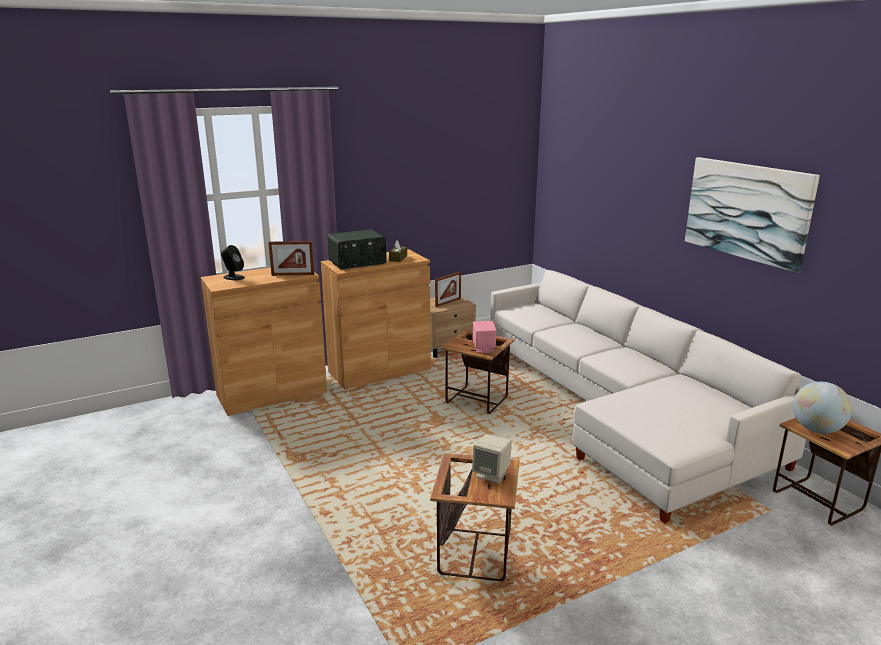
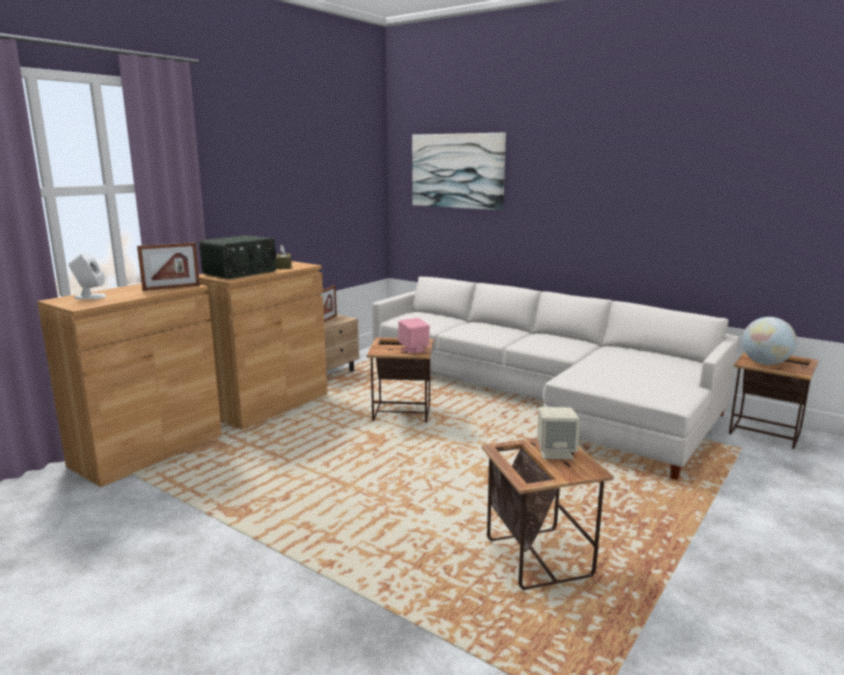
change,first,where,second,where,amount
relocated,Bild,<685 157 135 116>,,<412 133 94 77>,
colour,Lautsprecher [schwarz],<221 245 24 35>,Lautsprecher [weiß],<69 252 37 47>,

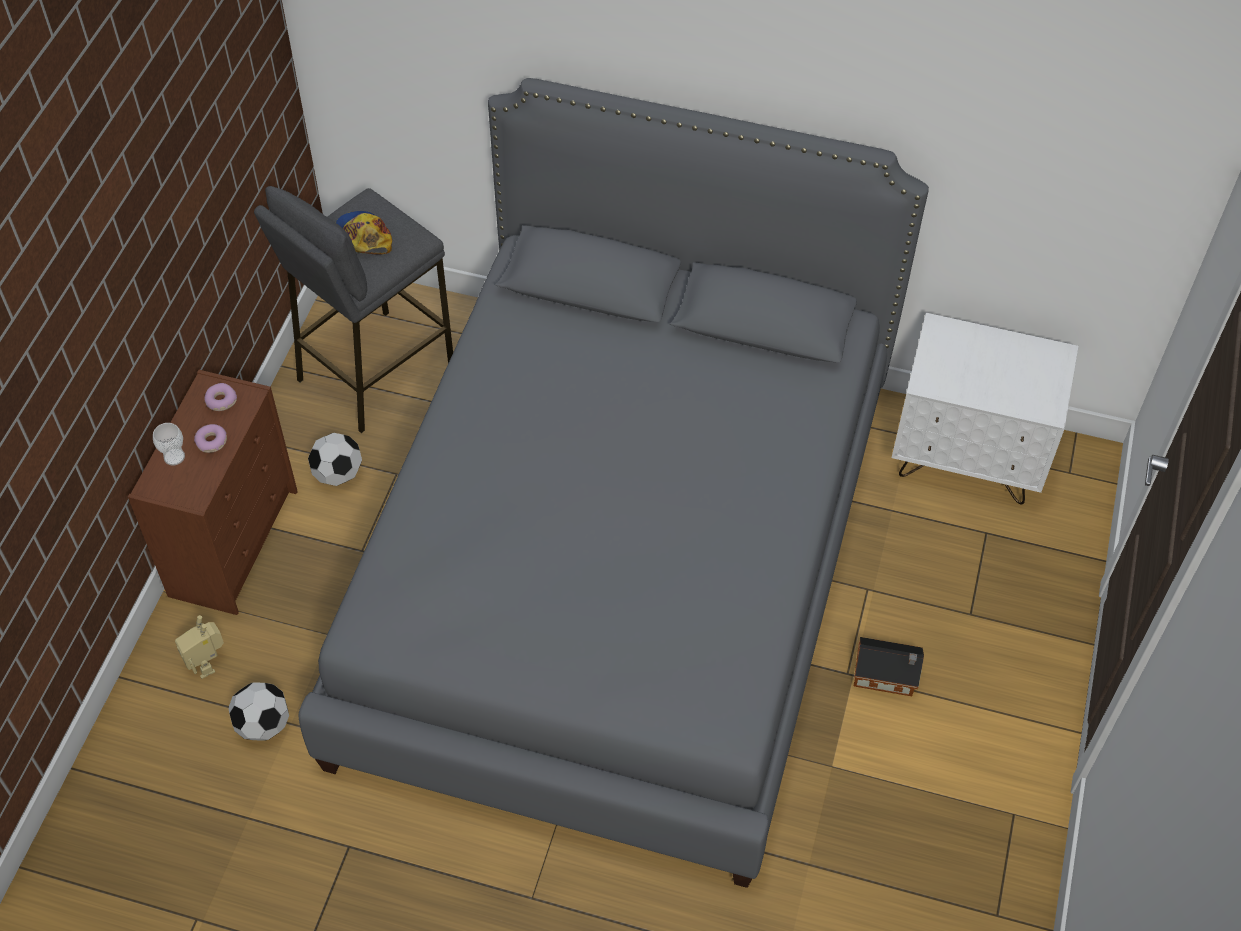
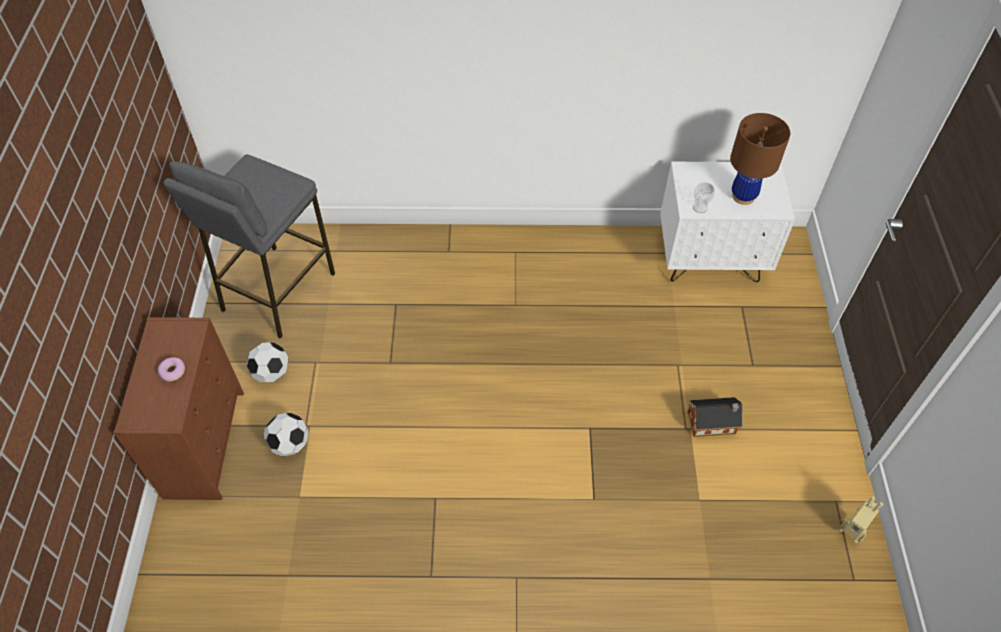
change,first,where,second,where,amount
missing,Bett [grau],<298 78 631 810>,,,
missing,Kappe,<336 211 56 44>,,,
missing,Donut,<204 383 33 28>,,,
relocated,Tasse,<153 423 32 43>,,<693 182 22 31>,
relocated,Spielzeugroboter,<175 615 49 64>,,<839 496 44 47>,
relocated,Fußball,<228 682 61 59>,,<264 413 45 43>,
appeared,,,Tischlampe [braun],<730 113 60 92>,

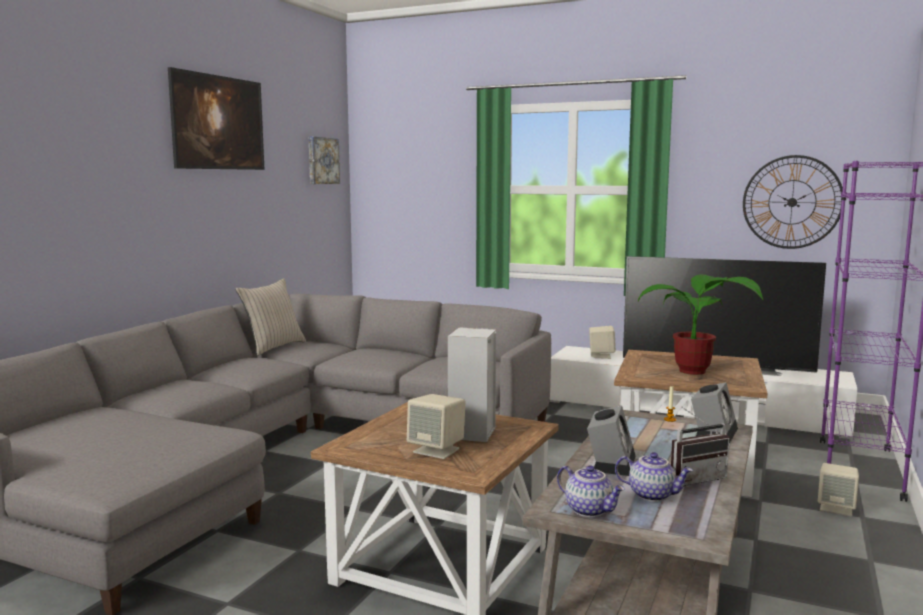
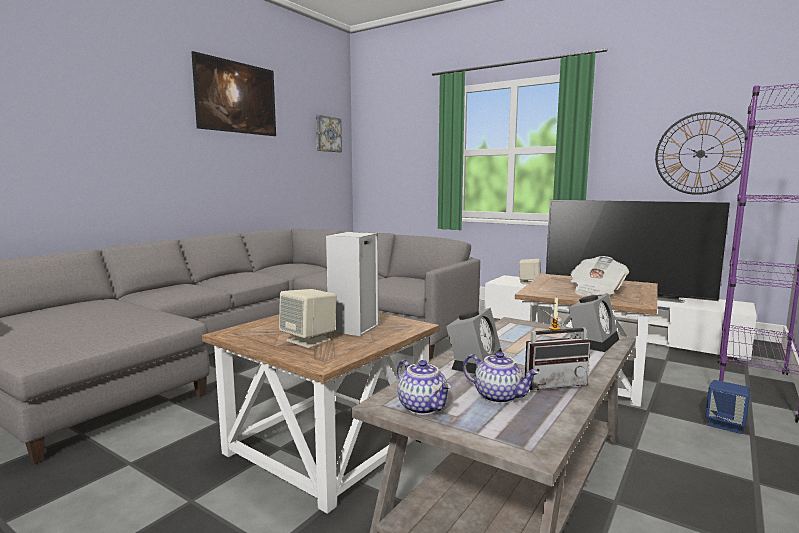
change,first,where,second,where,amount
exchanged,Topfpflanze,<638 275 125 100>,Zeitung,<571 256 58 40>,
missing,Kissen [beige],<235 278 71 78>,,,
colour,Lautsprecher [beige],<818 463 41 54>,Lautsprecher [blau],<705 380 45 54>,

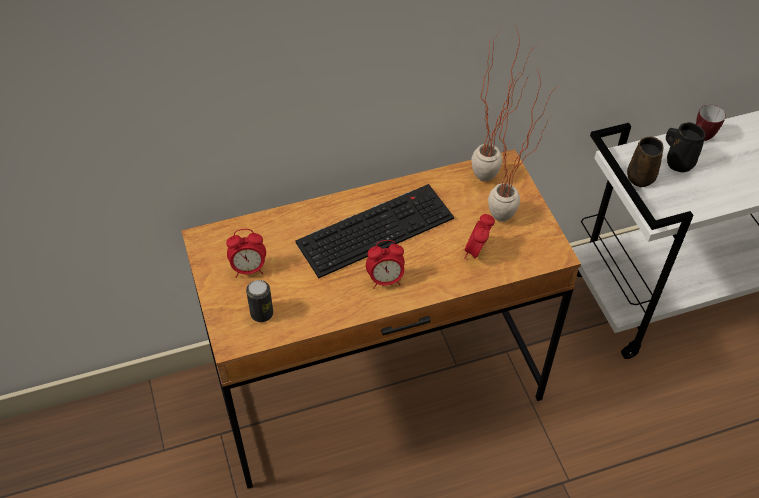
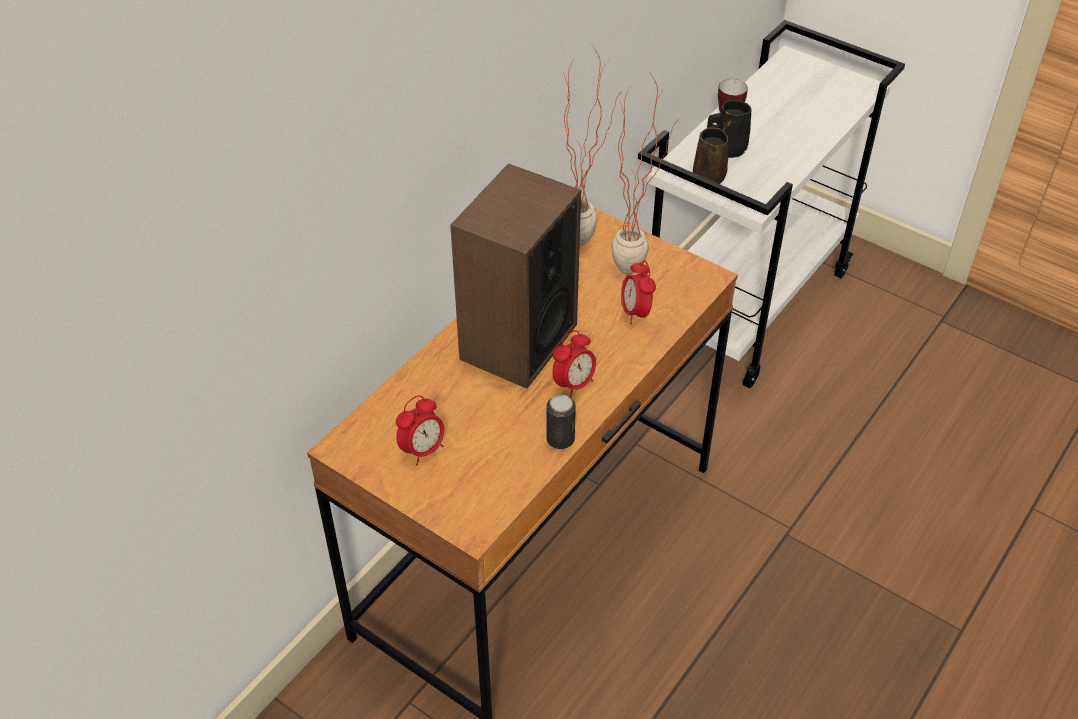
change,first,where,second,where,amount
exchanged,Tastatur,<295 184 159 94>,Lautsprecher,<450 163 131 226>,
relocated,Dose,<246 280 27 42>,,<546 394 30 55>,

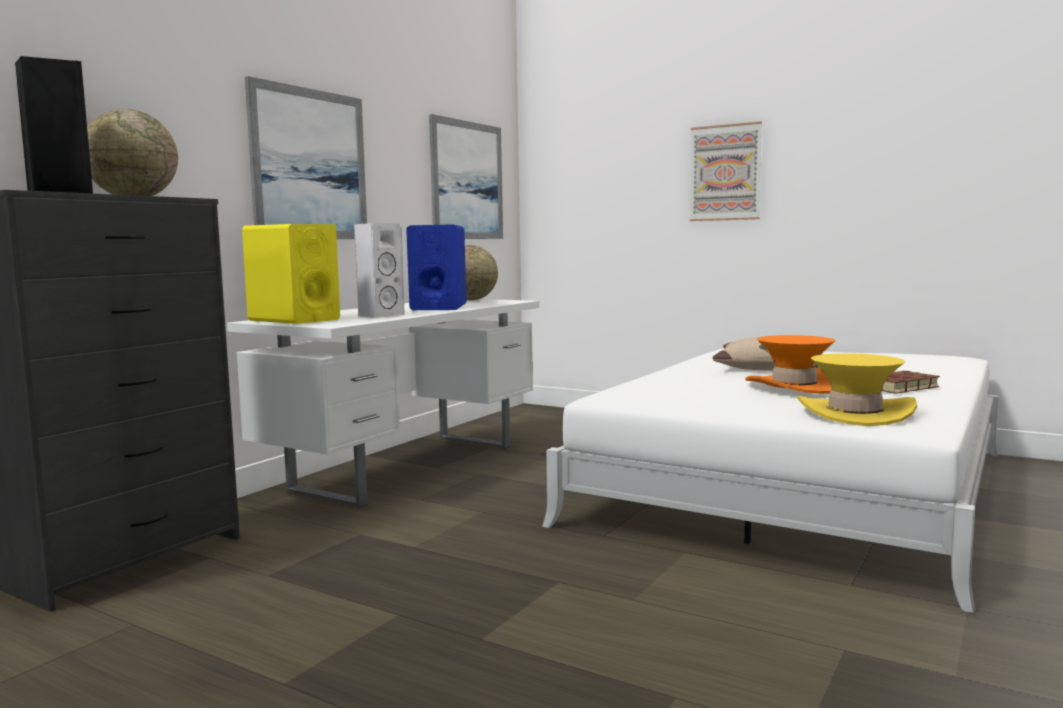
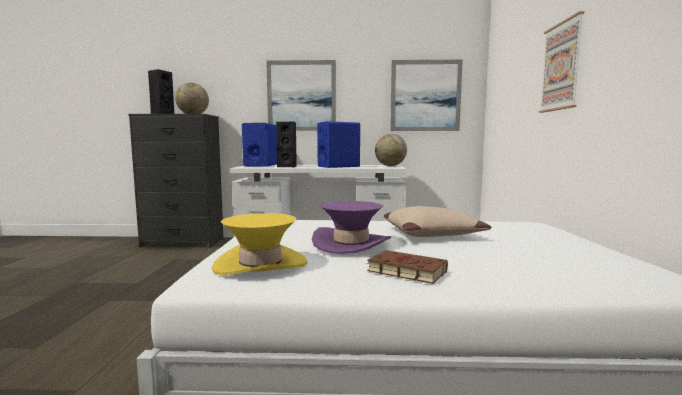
change,first,where,second,where,amount
colour,Lautsprecher [weiß],<354 223 51 95>,Lautsprecher [schwarz],<276 122 21 45>,
colour,Lautsprecher [gelb],<242 224 98 100>,Lautsprecher [blau],<242 123 35 44>,
colour,Hut [orange],<745 335 90 59>,Hut [lila],<312 201 79 53>,

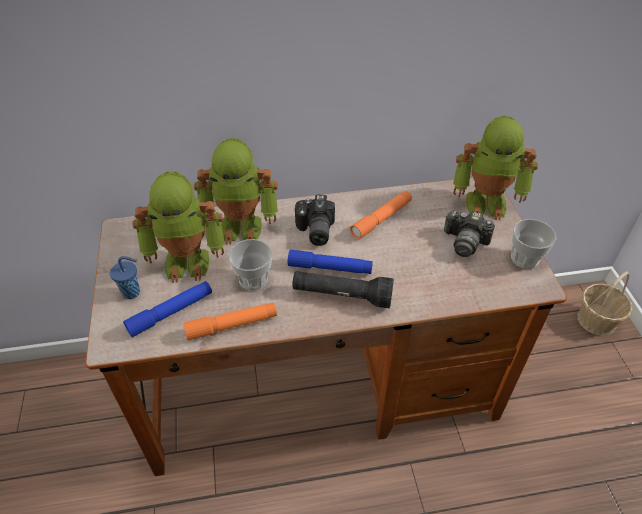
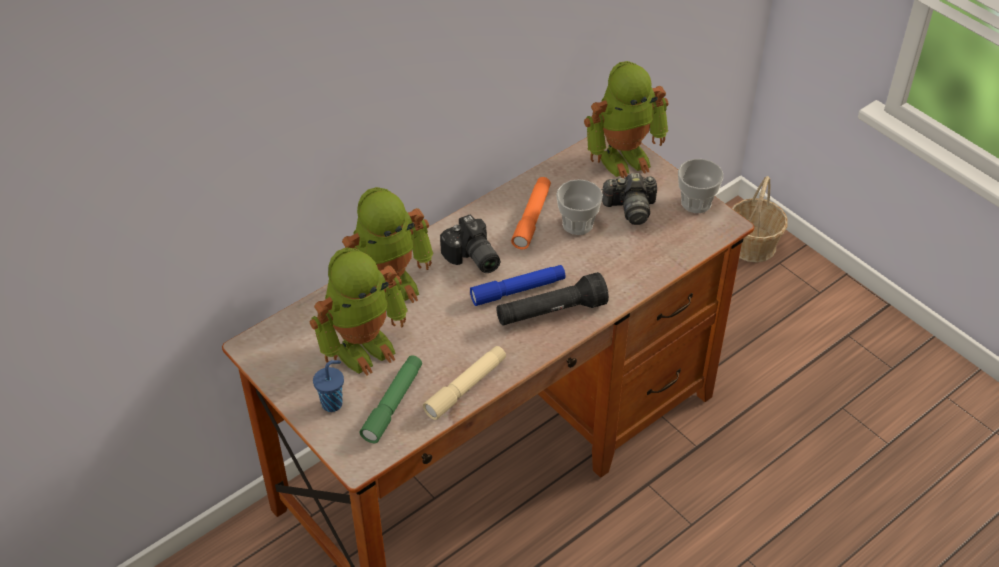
change,first,where,second,where,amount
relocated,Tasse,<228 239 44 52>,,<556 179 47 56>,
colour,Taschenlampe [blau],<123 281 89 56>,Taschenlampe [grün],<360 355 62 88>,
colour,Taschenlampe [orange],<183 303 94 37>,Taschenlampe [beige],<423 346 83 74>,

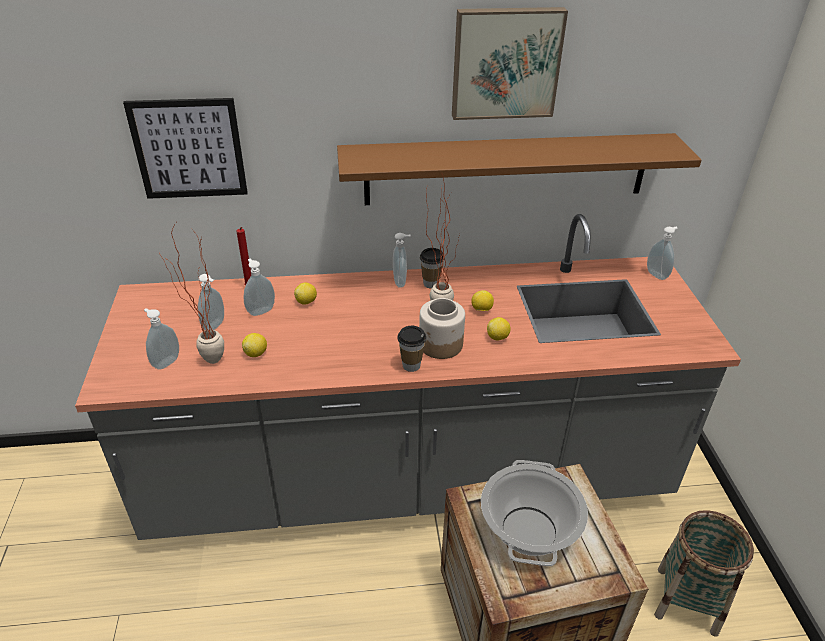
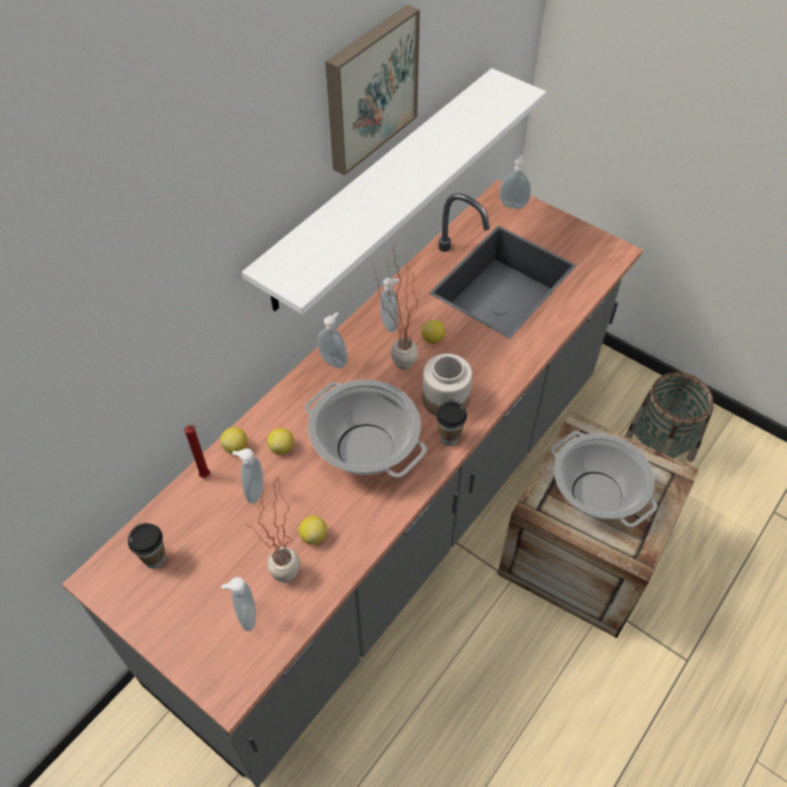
change,first,where,second,where,amount
missing,Bild,<123 98 125 101>,,,
colour,Wandregal [braun],<337 133 365 72>,Wandregal [weiß],<242 68 304 247>,
relocated,Tasse,<420 248 25 40>,,<128 523 38 46>,
relocated,Seifenspender,<198 274 26 56>,,<380 278 20 54>,
relocated,Zitrone,<487 317 24 23>,,<220 427 27 27>,
appeared,,,Kochtopf,<305 380 122 98>,

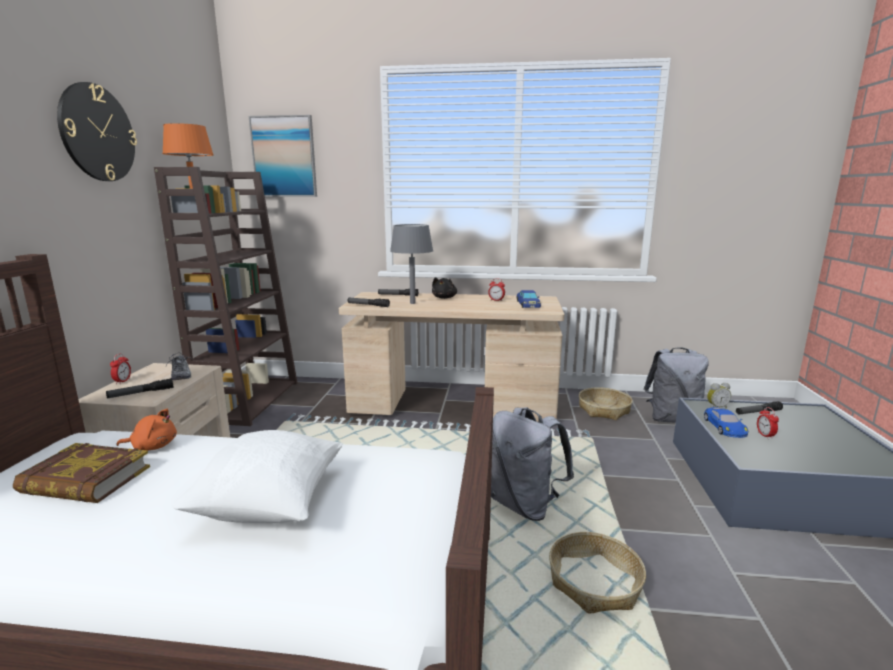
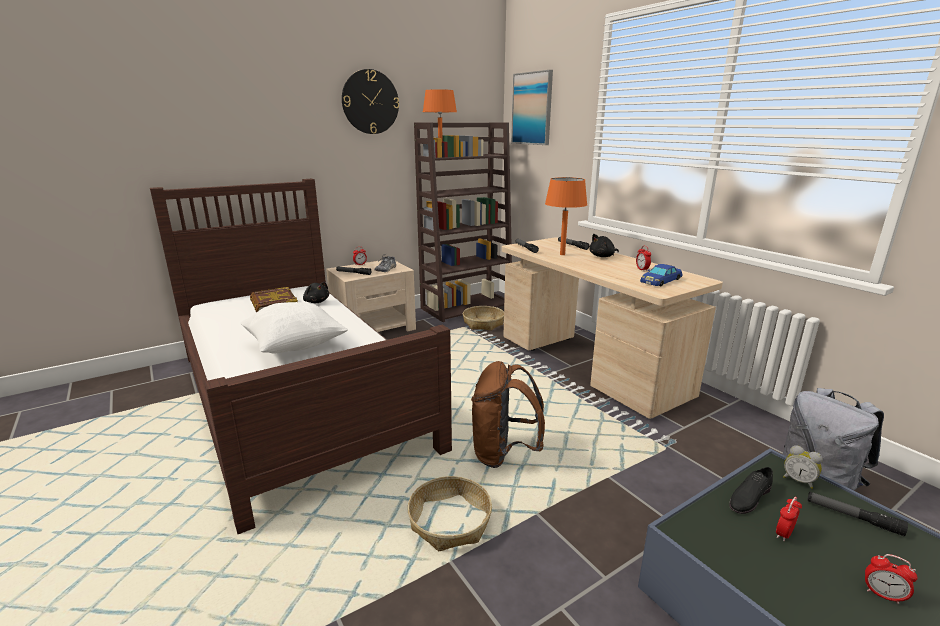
change,first,where,second,where,amount
colour,Tischlampe [grau],<390 224 43 80>,Tischlampe [orange],<545 177 42 78>,
relocated,Korb,<579 387 54 33>,,<463 306 41 25>,
colour,Rucksack [grau],<491 407 83 114>,Rucksack [braun],<471 361 74 107>,
exchanged,Spielzeugauto [blau],<704 407 44 31>,Schuh [schwarz],<729 467 44 47>,
colour,Plüschtier [orange],<116 409 61 42>,Plüschtier [schwarz],<303 282 26 21>,
appeared,,,Wecker,<865 554 53 50>,

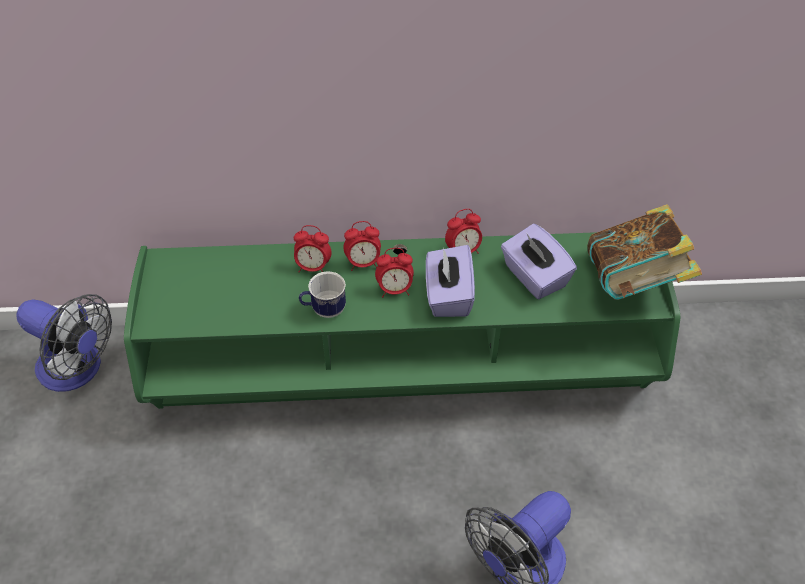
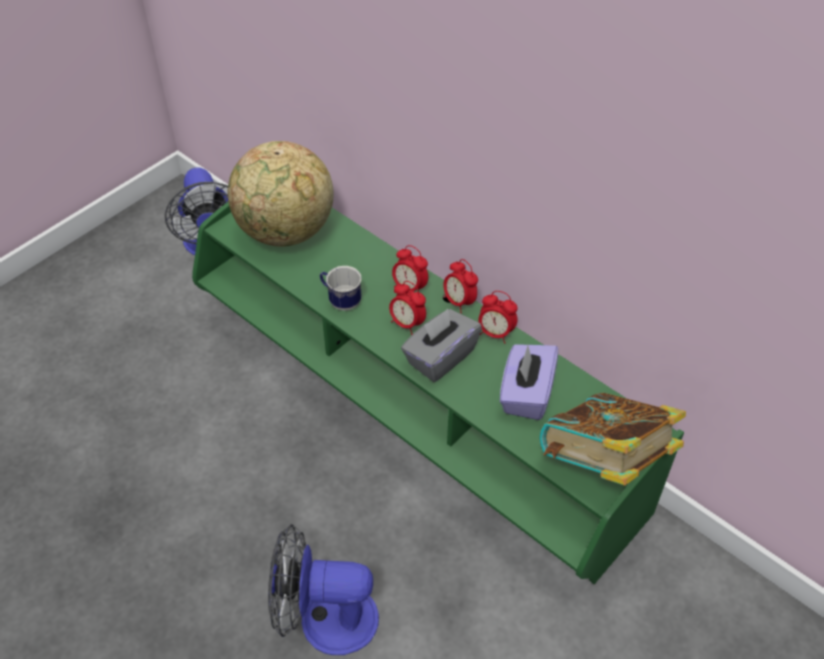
change,first,where,second,where,amount
relocated,Wecker,<294 225 38 47>,,<443 259 35 54>,
colour,Taschentuchbox [lila],<426 245 49 72>,Taschentuchbox [grau],<401 309 81 73>,
appeared,,,Globus,<228 141 106 106>,

